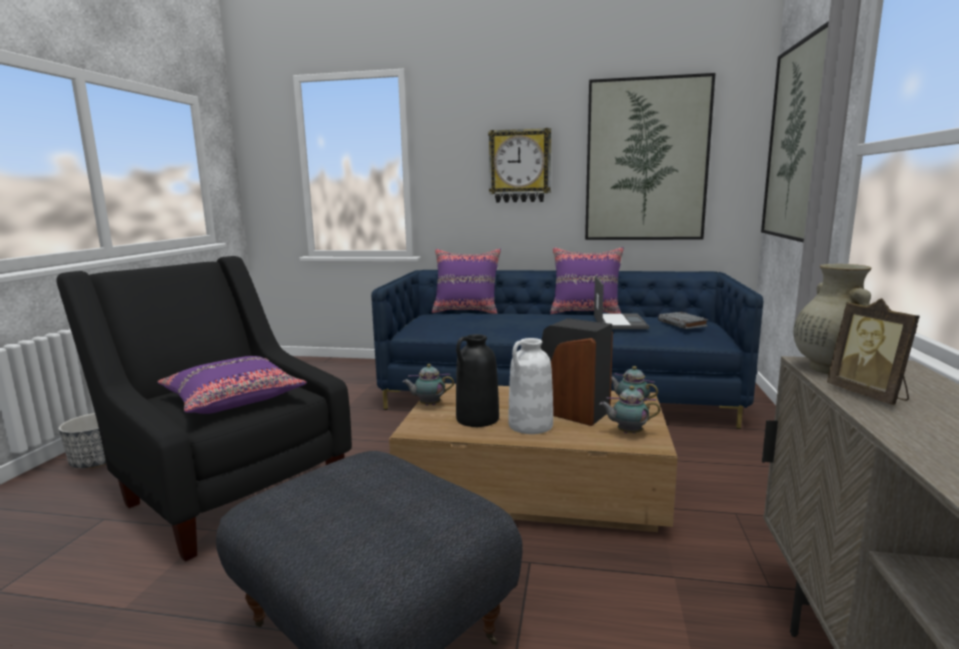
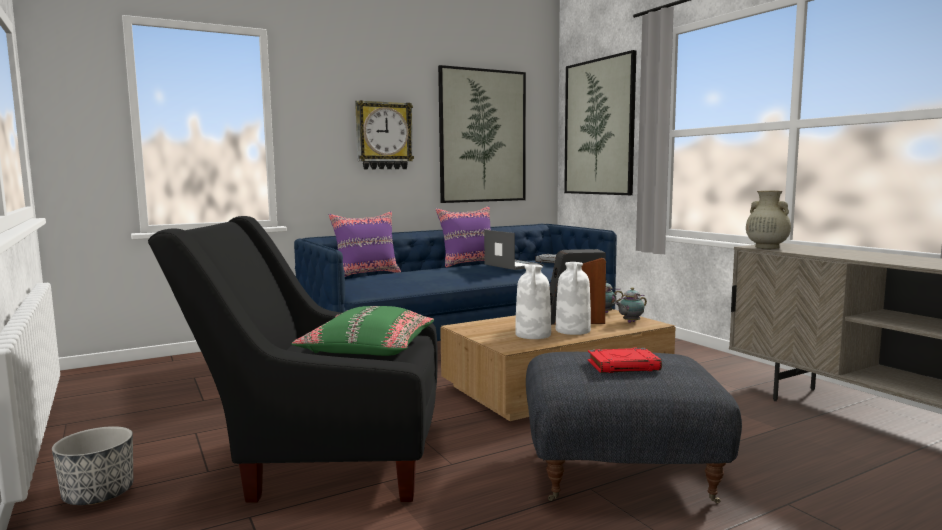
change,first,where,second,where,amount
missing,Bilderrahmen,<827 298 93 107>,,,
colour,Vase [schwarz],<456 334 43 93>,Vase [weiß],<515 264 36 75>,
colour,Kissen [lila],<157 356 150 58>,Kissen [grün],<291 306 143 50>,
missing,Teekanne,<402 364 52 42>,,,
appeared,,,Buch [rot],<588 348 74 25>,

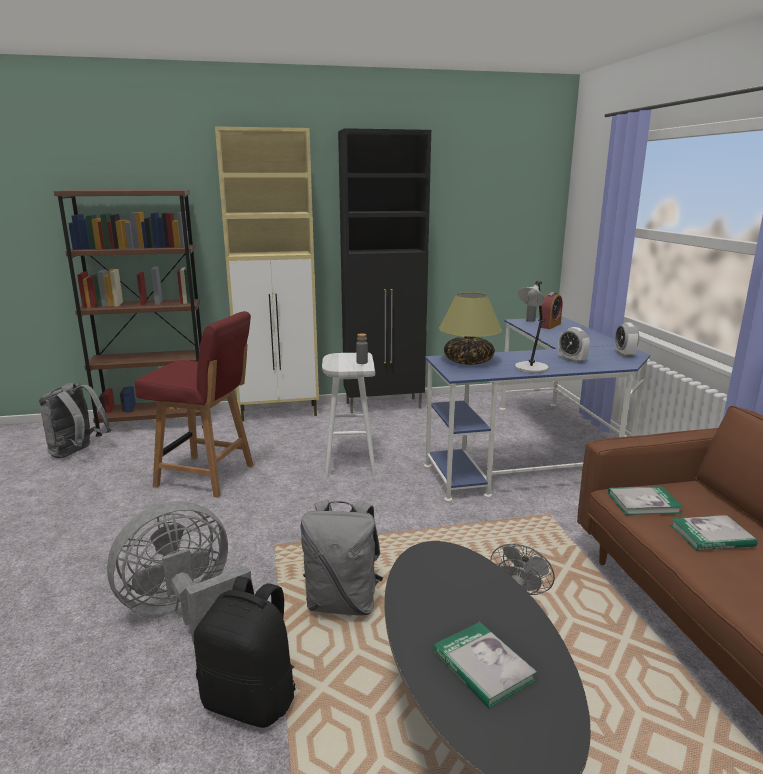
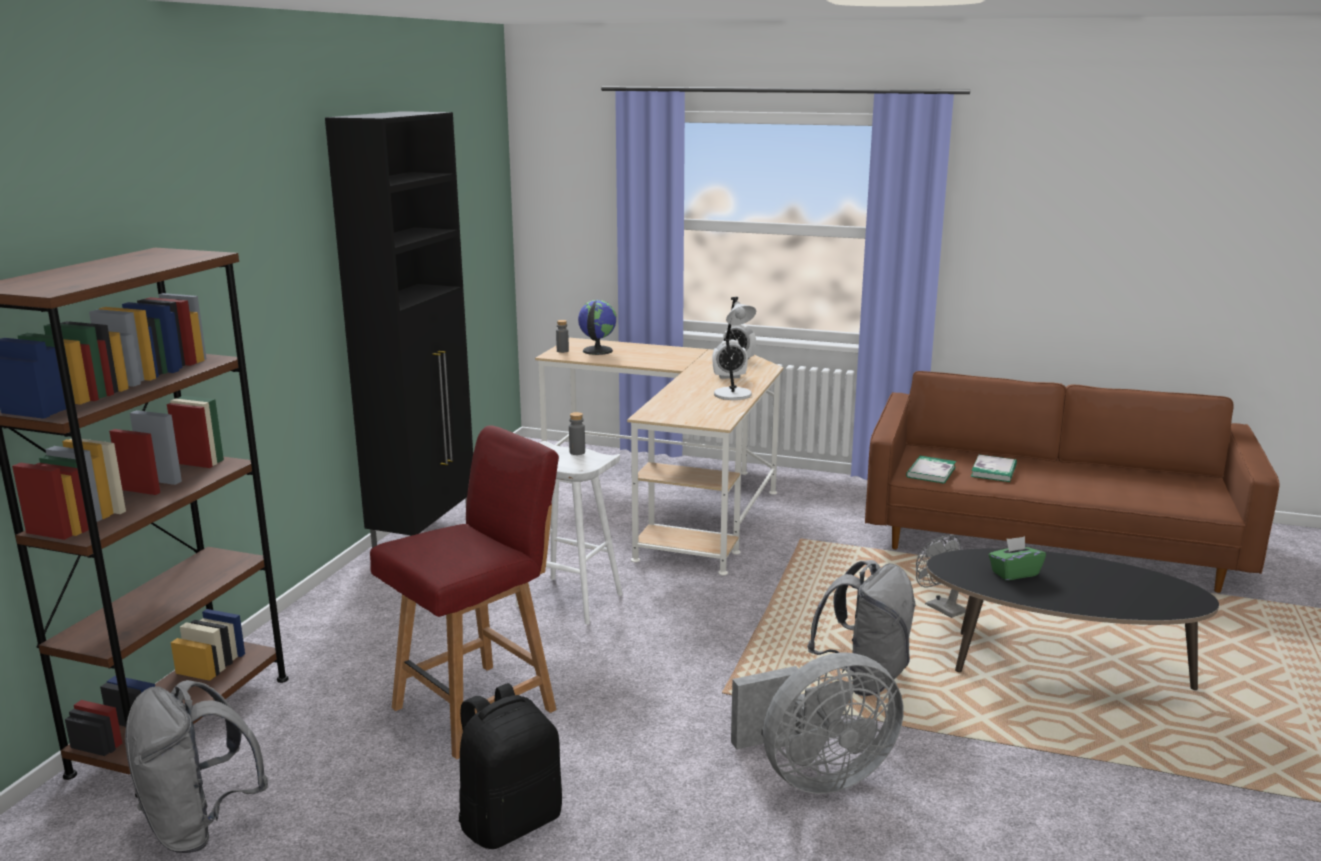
change,first,where,second,where,amount
missing,Schrank [beige],<215 126 104 295>,,,
missing,Tischlampe,<439 292 63 73>,,,
exchanged,Wecker,<541 292 22 37>,Globus,<578 300 38 55>,
colour,Schreibtisch [blau],<424 317 226 185>,Schreibtisch [beige],<535 338 248 237>,
spun,Ventilator [grau],<107 501 145 143>,,<731 652 172 142>,105 degrees counterclockwise
relocated,Rucksack [schwarz],<194 576 101 152>,,<458 683 104 166>,
missing,Buch,<433 622 104 86>,,,
appeared,,,Taschentuchbox [grün],<989 536 57 44>,

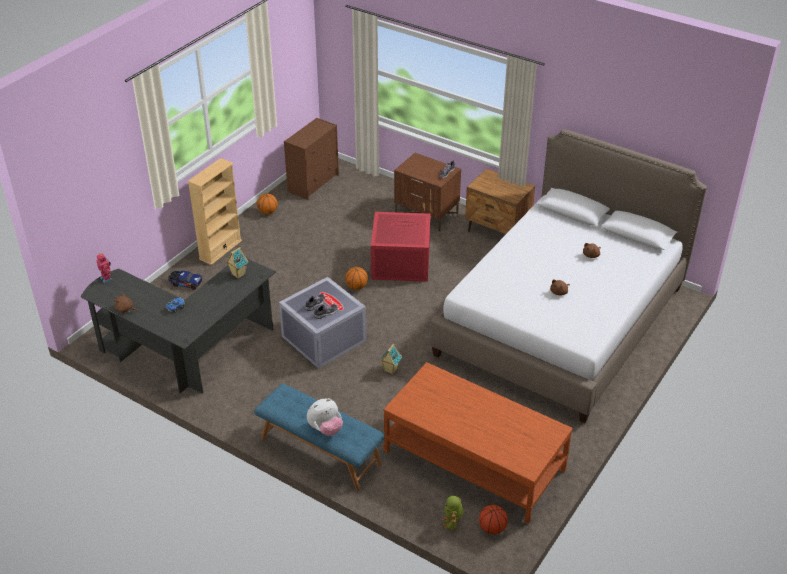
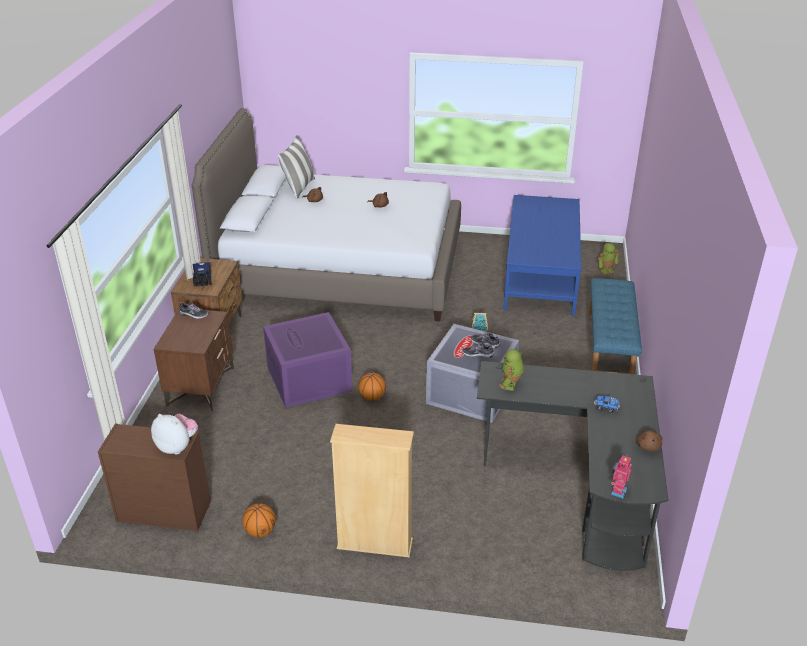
change,first,where,second,where,amount
colour,Aufbewahrungsbox [rot],<371 212 60 70>,Aufbewahrungsbox [lila],<263 312 89 96>,
exchanged,Spielzeughaus,<225 247 23 32>,Spielzeugroboter,<499 349 25 42>,
relocated,Spielzeuglaster,<168 270 34 20>,,<193 262 19 25>,
colour,Couchtisch [braun],<383 362 190 162>,Couchtisch [blau],<503 195 78 121>,
relocated,Plüschtier,<307 398 36 38>,,<151 414 47 41>,
missing,Basketball,<479 505 29 29>,,,
appeared,,,Kissen,<278 135 37 64>,

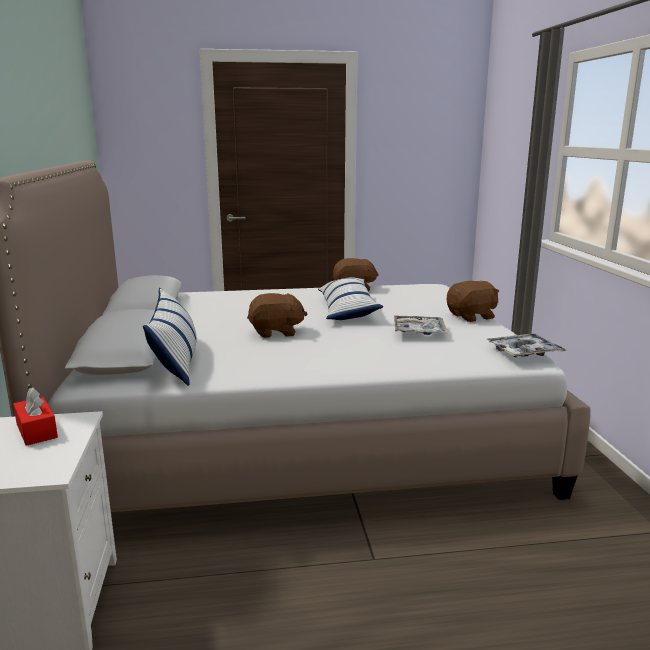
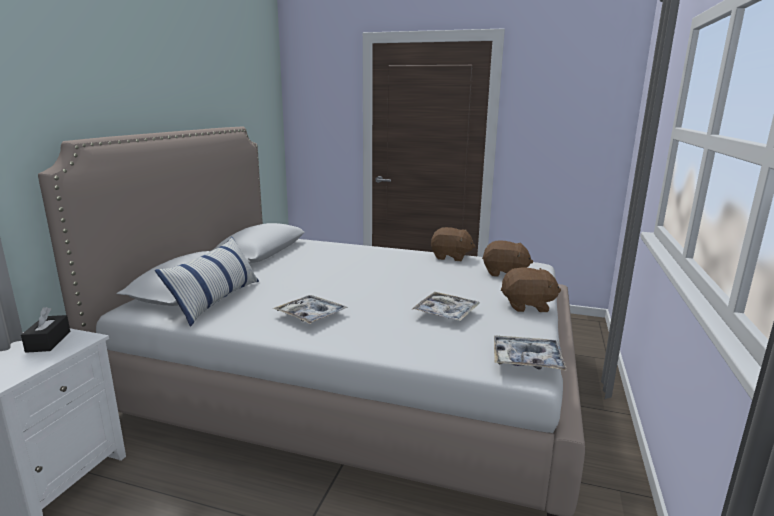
change,first,where,second,where,amount
missing,Kissen,<318 277 65 43>,,,
relocated,Plüschtier [braun],<247 293 60 45>,,<482 240 51 37>,
colour,Taschentuchbox [rot],<13 387 45 59>,Taschentuchbox [schwarz],<21 307 49 46>,
appeared,,,Tablett,<273 295 75 29>,

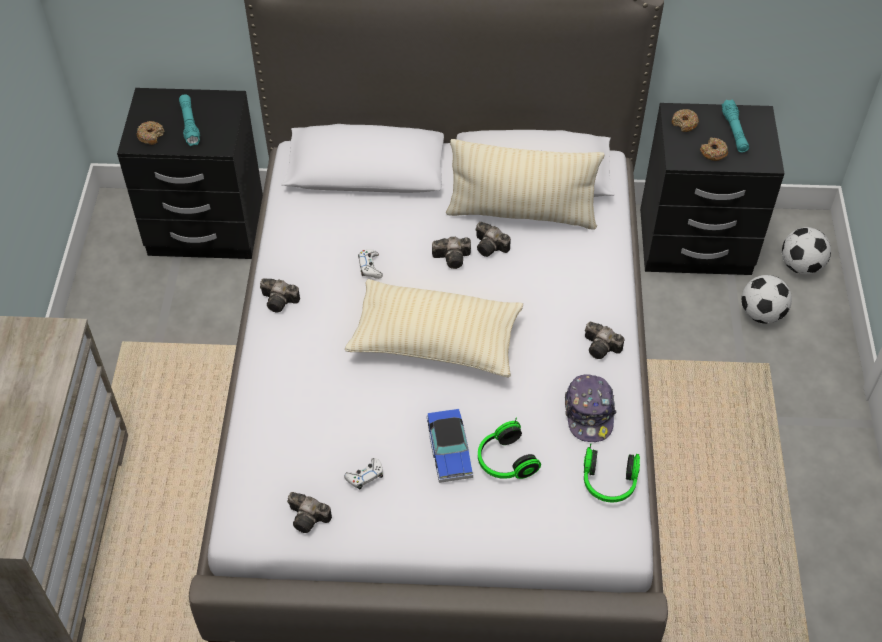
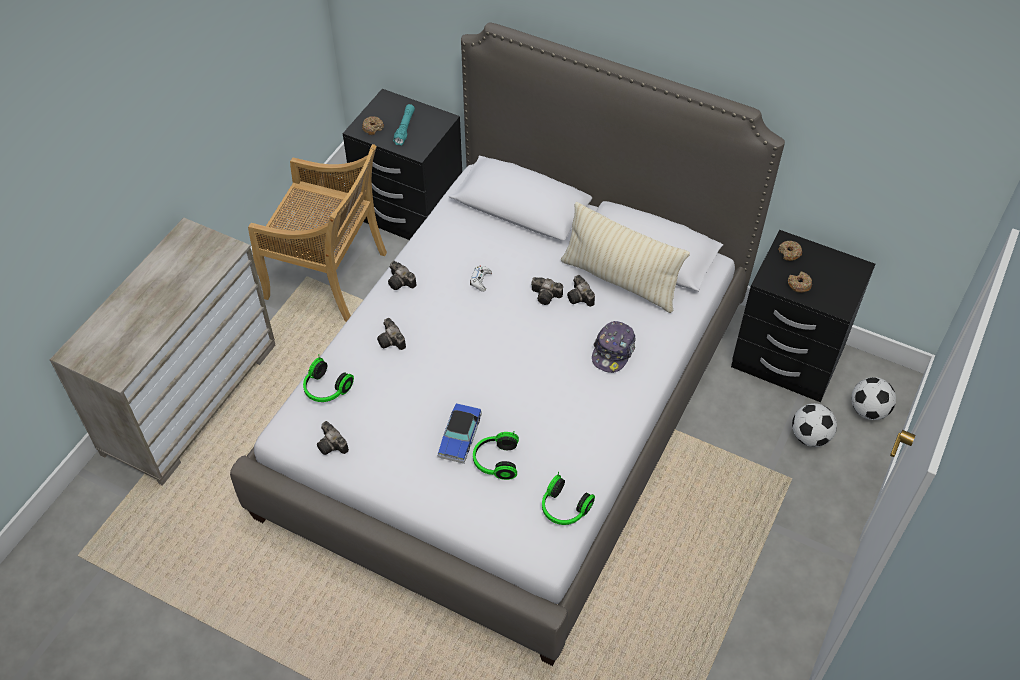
change,first,where,second,where,amount
missing,Taschenlampe [türkis],<722 99 27 54>,,,
missing,Kissen [beige],<345 279 178 99>,,,
relocated,Kamera,<585 322 39 37>,,<377 318 29 32>,
relocated,Kappe,<565 375 52 67>,,<592 321 44 52>,
missing,Gamepad [weiß],<344 458 39 32>,,,
appeared,,,Stuhl [beige],<248 144 139 178>,
appeared,,,Kopfhörer,<303 354 51 48>,

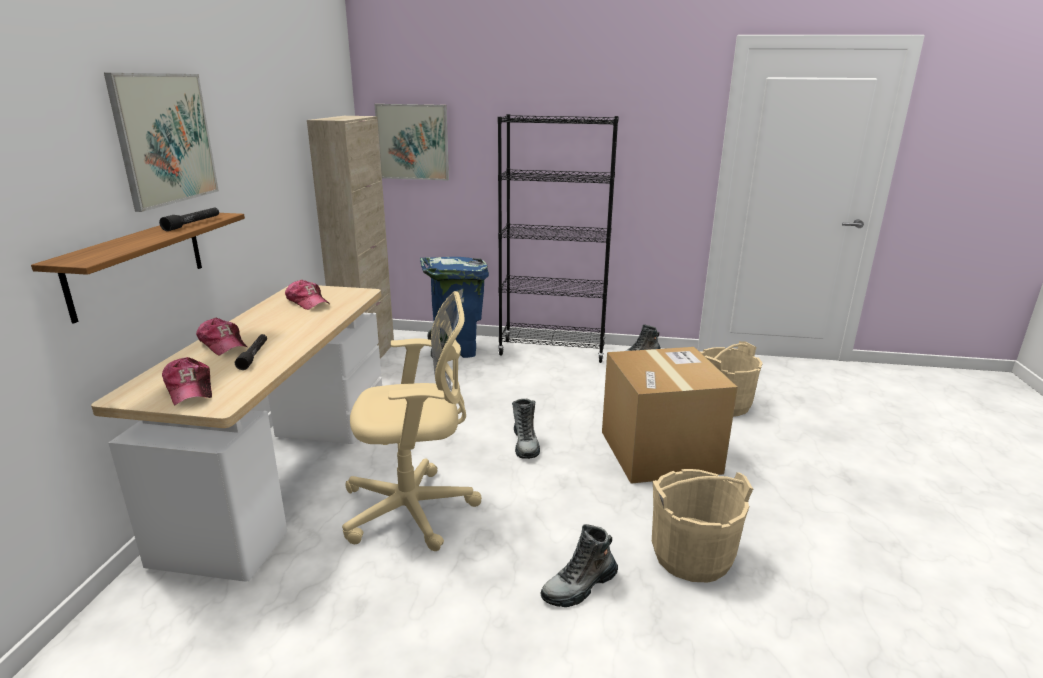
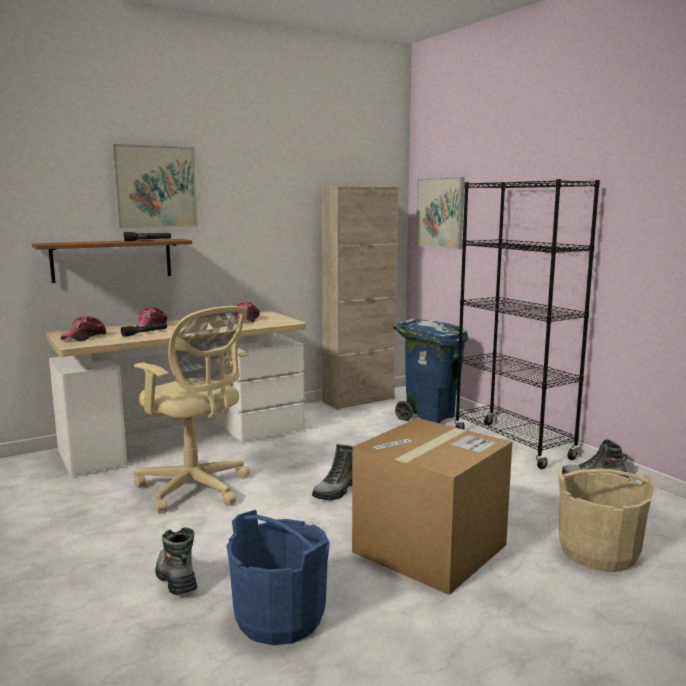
change,first,where,second,where,amount
colour,Eimer [beige],<652 469 101 113>,Eimer [blau],<226 510 104 135>,
spun,Stiefel,<540 524 78 83>,,<155 527 42 68>,45 degrees clockwise

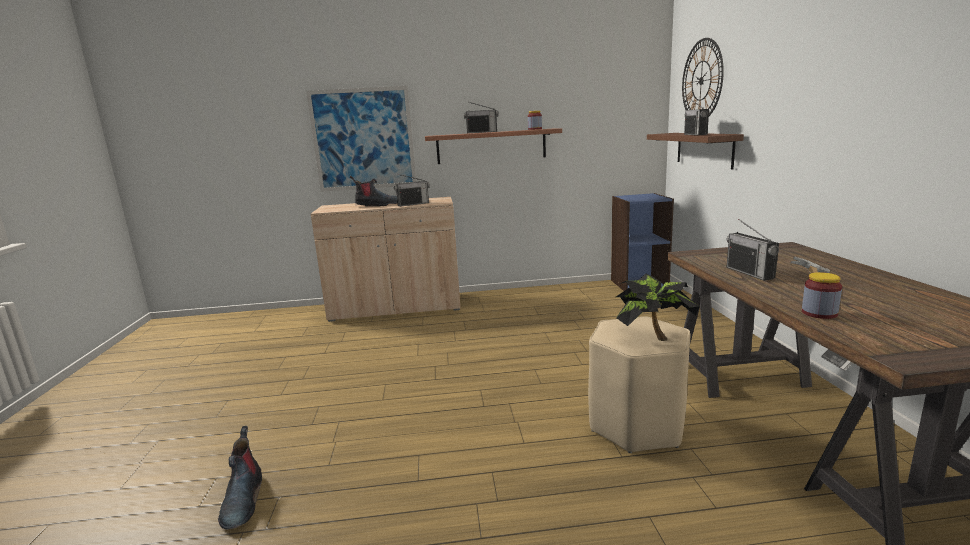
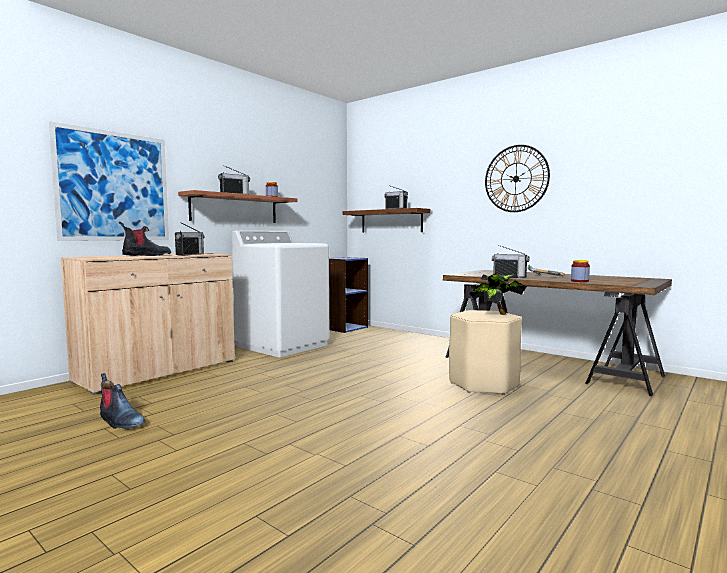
change,first,where,second,where,amount
relocated,Wanduhr,<682 38 42 78>,,<485 145 65 67>,
relocated,Stiefel,<218 426 44 104>,,<100 373 46 57>,
appeared,,,Waschmaschine [weiß],<232 230 98 127>,

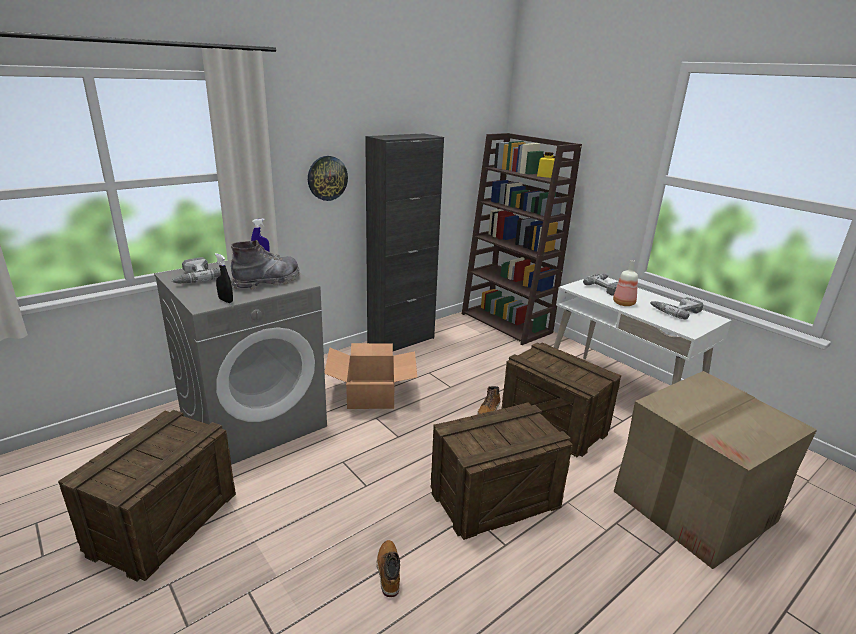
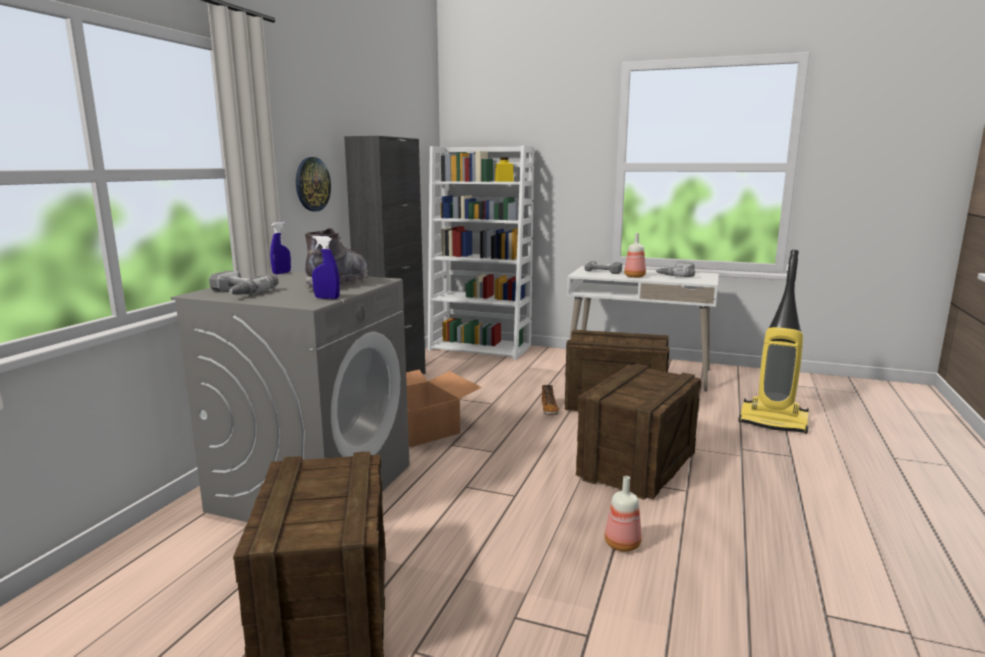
change,first,where,second,where,amount
colour,Bücherregal [braun],<462 133 120 212>,Bücherregal [weiß],<427 145 107 215>,
colour,Sprühflasche [schwarz],<215 253 18 50>,Sprühflasche [blau],<312 236 28 63>,
exchanged,Karton,<614 371 203 198>,Staubsauger,<738 250 71 184>,
exchanged,Stiefel,<377 540 23 57>,Flasche,<605 476 37 76>,

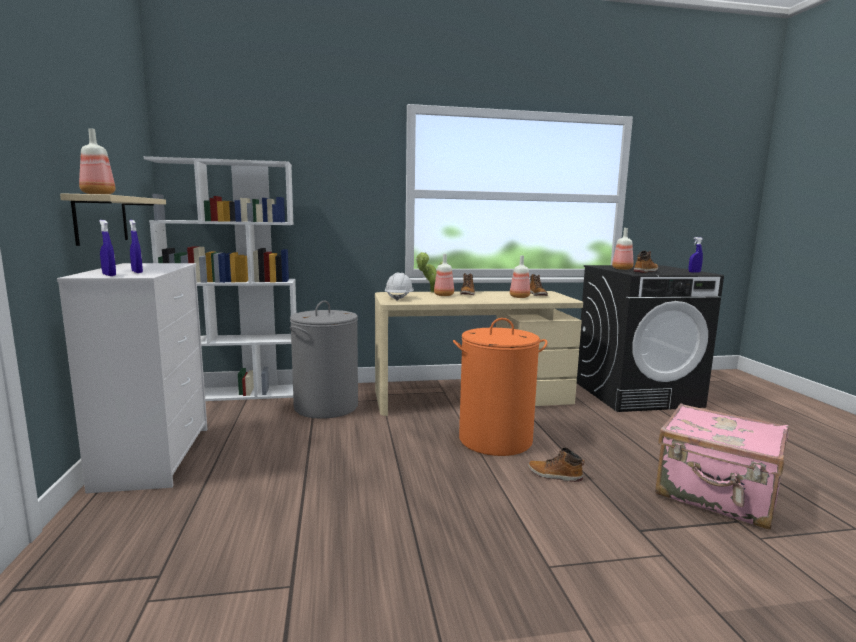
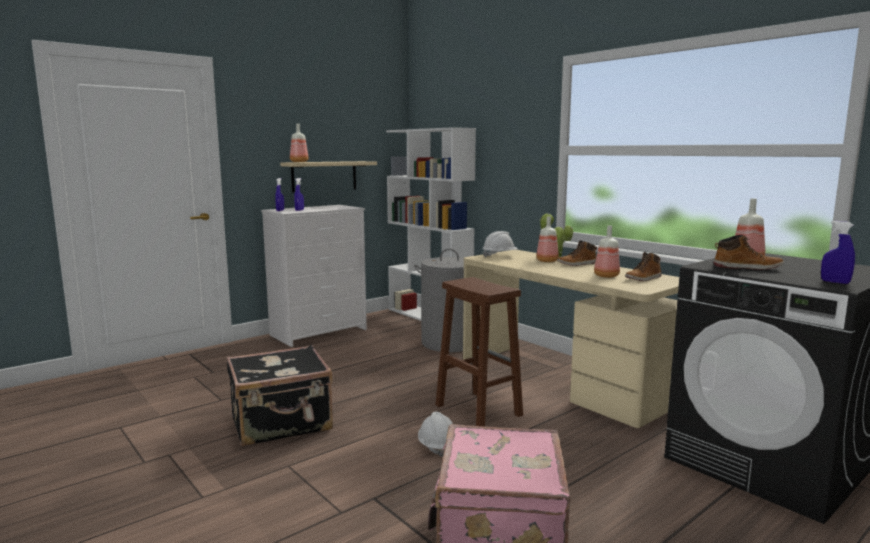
change,first,where,second,where,amount
exchanged,Wäschekorb [orange],<453 318 95 138>,Hocker [braun],<435 277 88 149>,
exchanged,Stiefel,<528 448 57 34>,Schutzhelm [weiß],<418 412 35 45>,
appeared,,,Koffer [schwarz],<226 345 107 101>,

